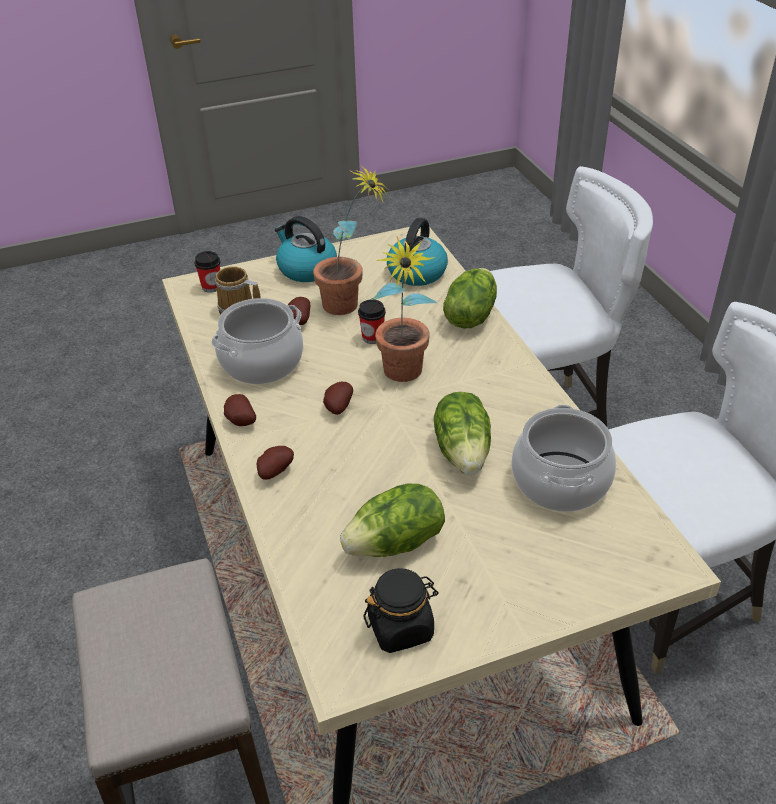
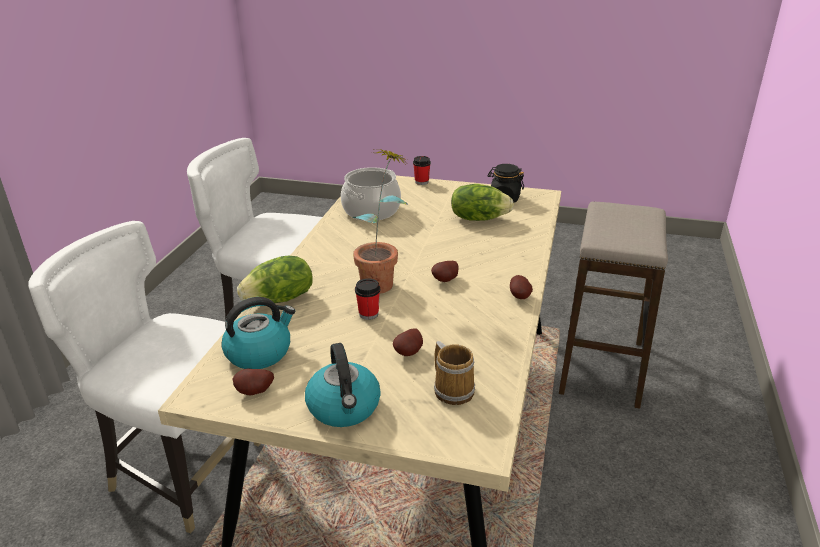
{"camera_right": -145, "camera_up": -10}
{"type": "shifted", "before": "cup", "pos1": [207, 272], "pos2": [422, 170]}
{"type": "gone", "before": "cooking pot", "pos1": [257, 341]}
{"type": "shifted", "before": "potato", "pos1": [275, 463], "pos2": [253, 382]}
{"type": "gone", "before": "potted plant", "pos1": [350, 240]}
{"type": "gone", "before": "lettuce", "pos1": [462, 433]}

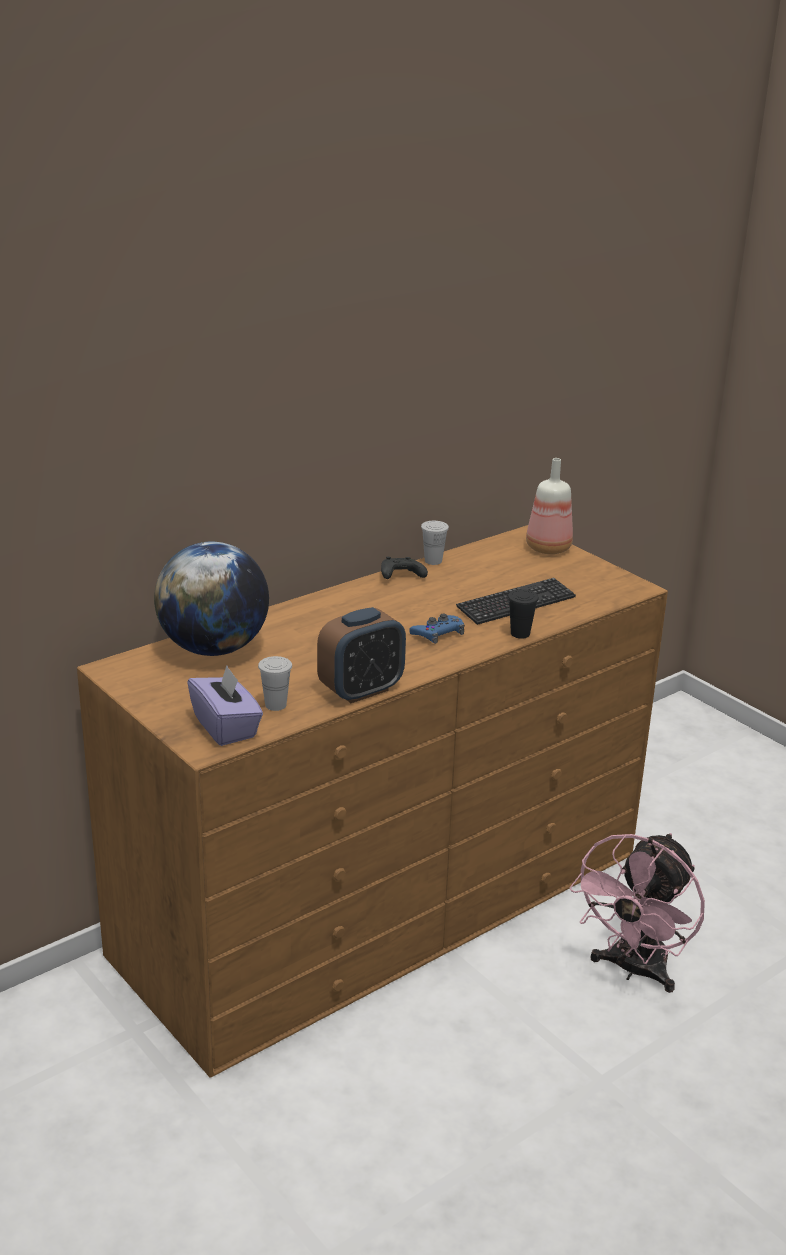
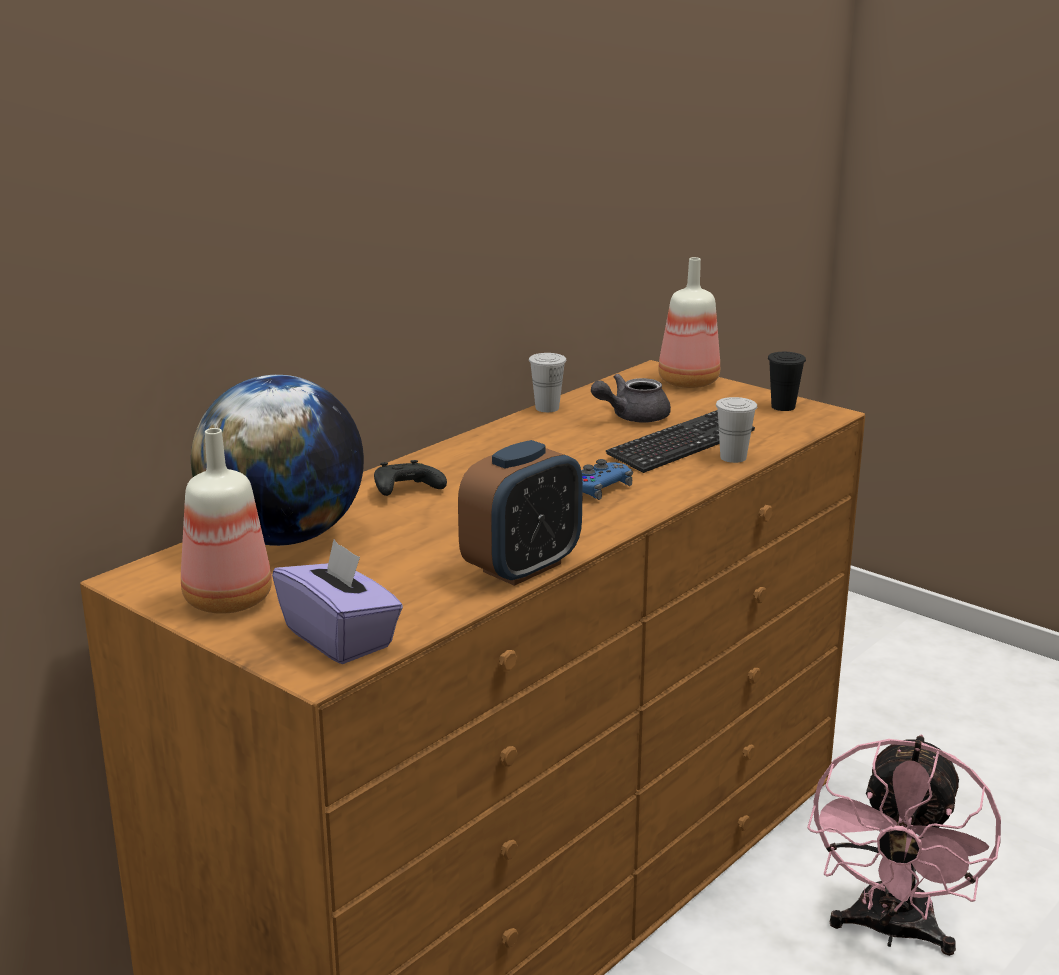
{"camera_right": -10, "camera_up": -5}
{"type": "shifted", "before": "cup/white", "pos1": [275, 683], "pos2": [736, 430]}
{"type": "shifted", "before": "game controller/black", "pos1": [404, 568], "pos2": [410, 478]}
{"type": "shifted", "before": "cup/black", "pos1": [523, 614], "pos2": [787, 381]}
{"type": "new", "after": "bottle", "pos2": [226, 521]}
{"type": "new", "after": "teapot/grey", "pos2": [631, 398]}

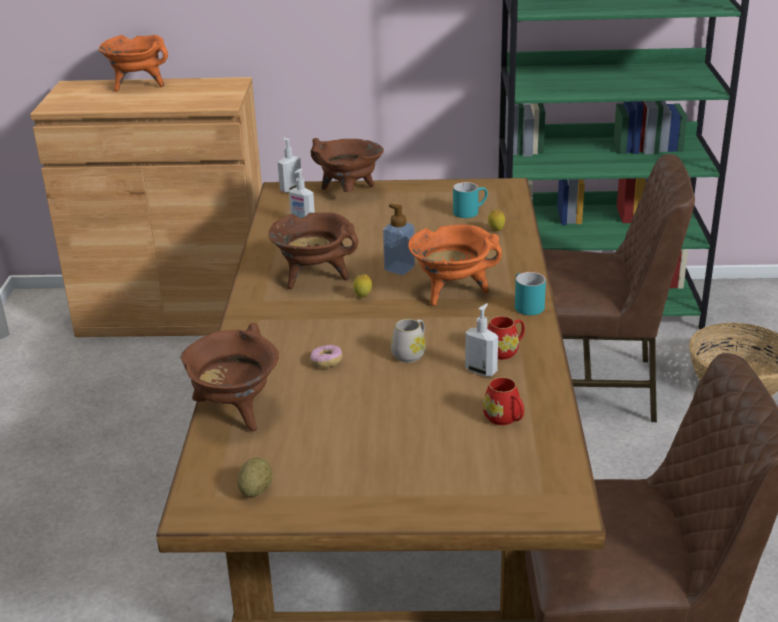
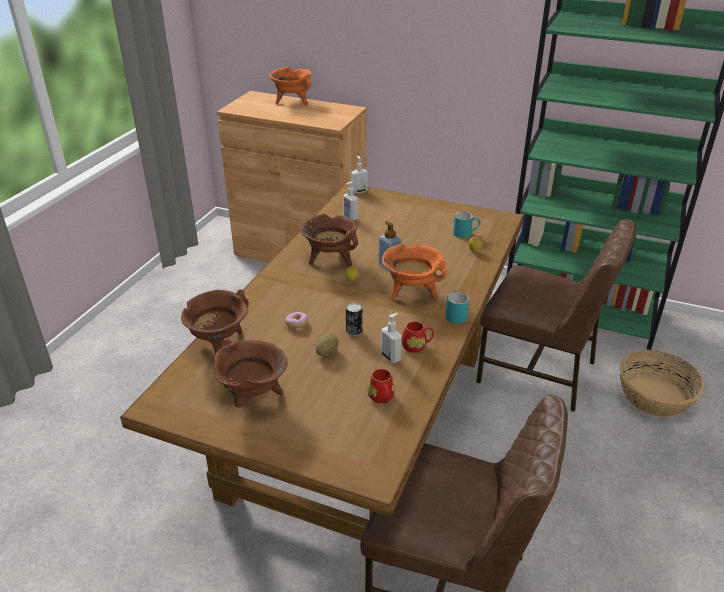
{"camera_right": 20, "camera_up": 5}
{"type": "shifted", "before": "potato", "pos1": [254, 477], "pos2": [327, 345]}
{"type": "shifted", "before": "cooking pot/brown", "pos1": [347, 165], "pos2": [250, 373]}
{"type": "swapped", "before": "mug/white", "after": "can", "pos1": [408, 341], "pos2": [354, 319]}

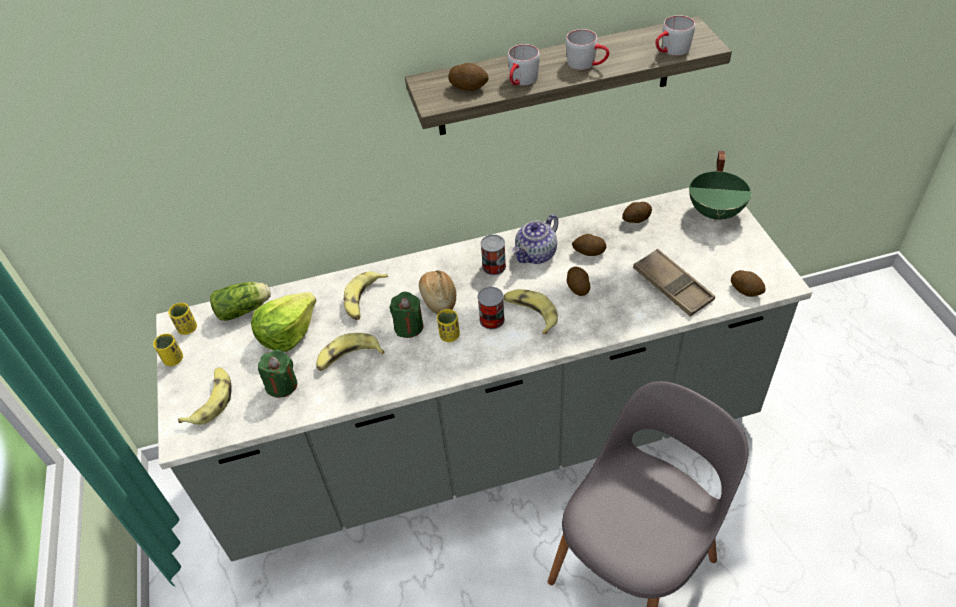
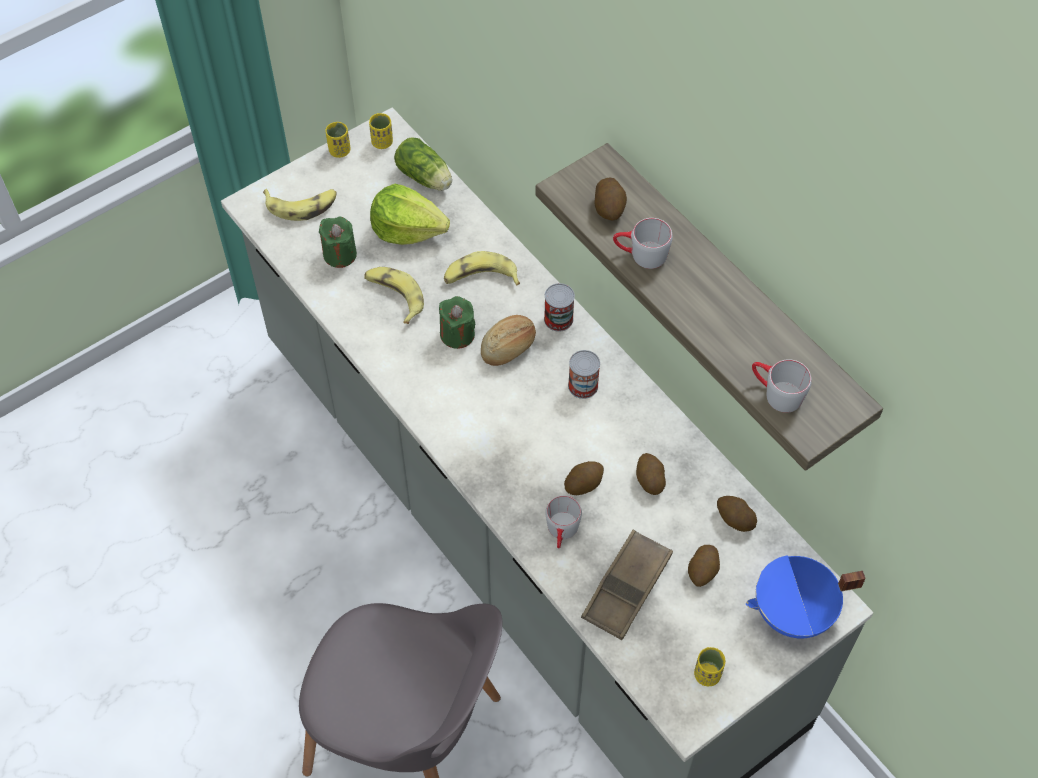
{"camera_right": 65, "camera_up": 10}
{"type": "shifted", "before": "cup/yellow", "pos1": [448, 325], "pos2": [710, 667]}
{"type": "shifted", "before": "can", "pos1": [491, 308], "pos2": [559, 307]}
{"type": "gone", "before": "banana", "pos1": [530, 311]}
{"type": "gone", "before": "teapot", "pos1": [535, 239]}
{"type": "shifted", "before": "mug/grey", "pos1": [587, 49], "pos2": [563, 521]}
{"type": "repainted", "before": "cooking pot/green", "after": "cooking pot/blue", "pos1": [720, 186], "pos2": [806, 597]}
{"type": "shifted", "before": "potato", "pos1": [748, 283], "pos2": [704, 566]}

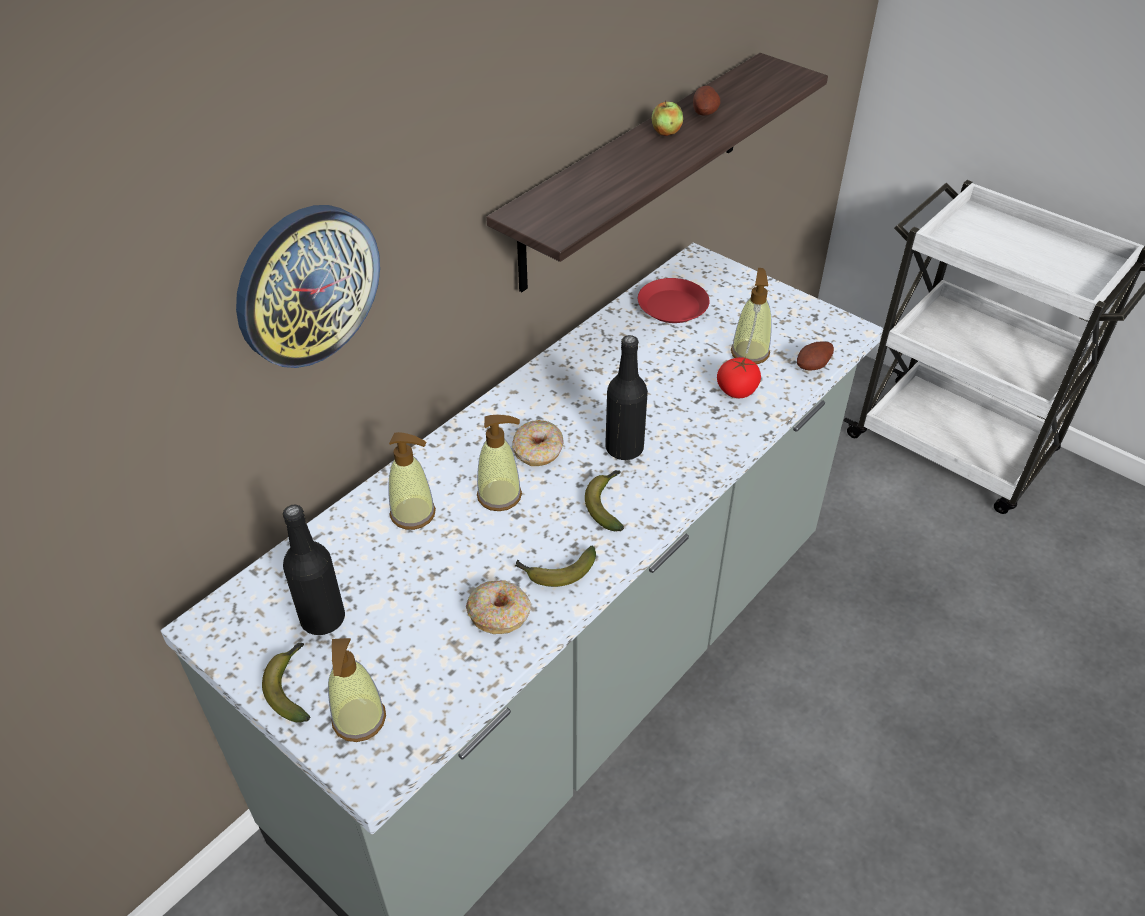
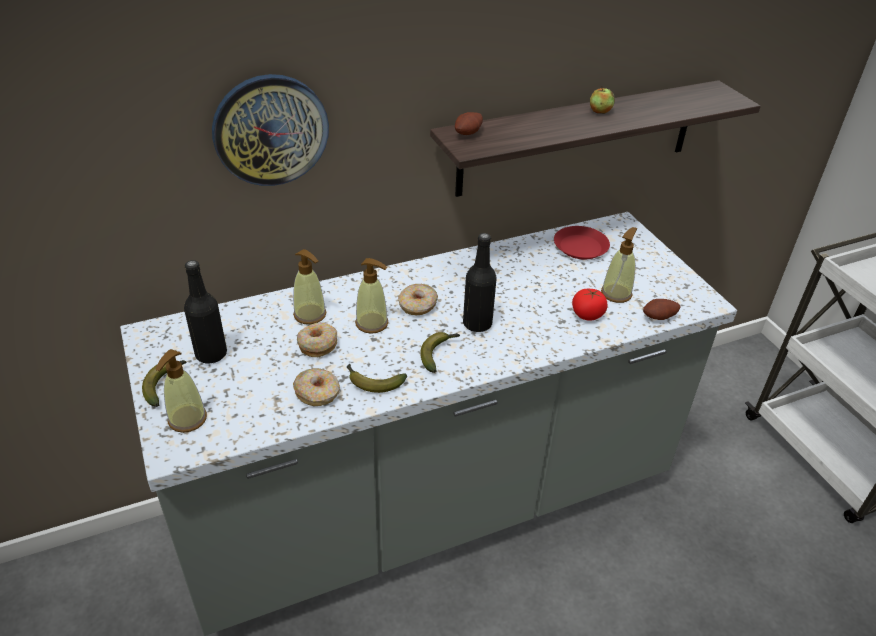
{"camera_right": 25, "camera_up": -5}
{"type": "shifted", "before": "potato", "pos1": [706, 101], "pos2": [469, 123]}
{"type": "new", "after": "donut", "pos2": [317, 340]}

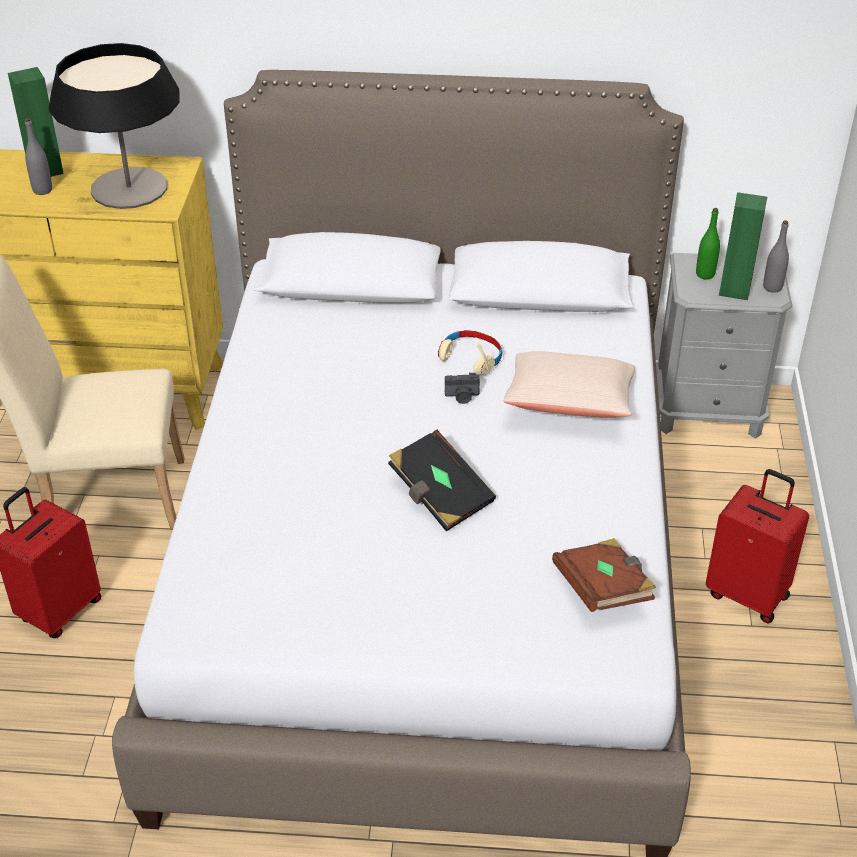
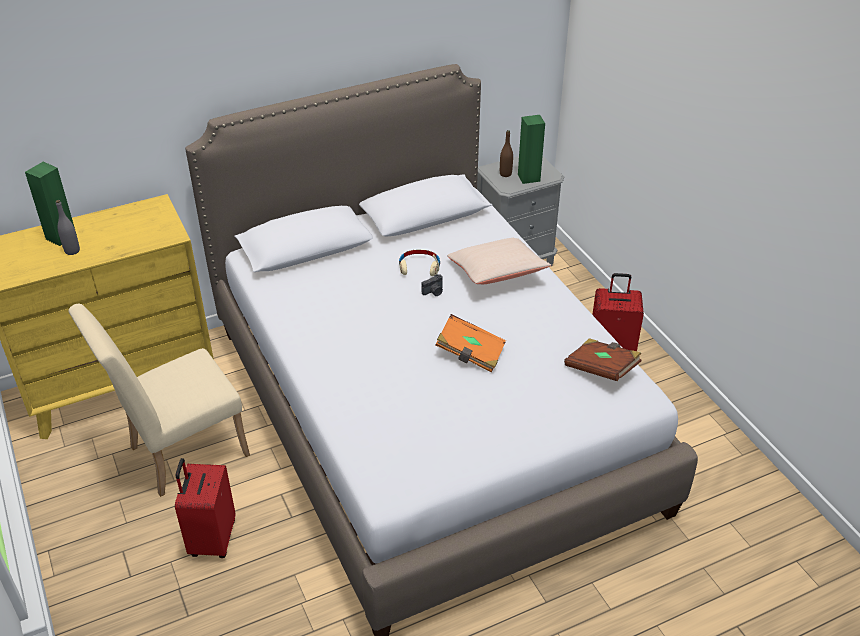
{"camera_right": -30, "camera_up": 0}
{"type": "gone", "before": "table lamp", "pos1": [114, 126]}
{"type": "repainted", "before": "book/black", "after": "book/orange", "pos1": [442, 480], "pos2": [471, 343]}
{"type": "repainted", "before": "bottle/green", "after": "bottle/brown", "pos1": [708, 243], "pos2": [506, 153]}
{"type": "gone", "before": "bottle/grey", "pos1": [776, 256]}

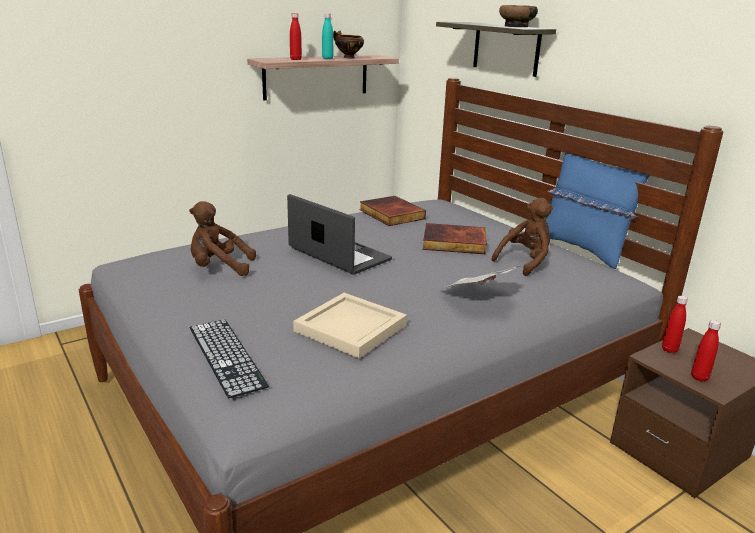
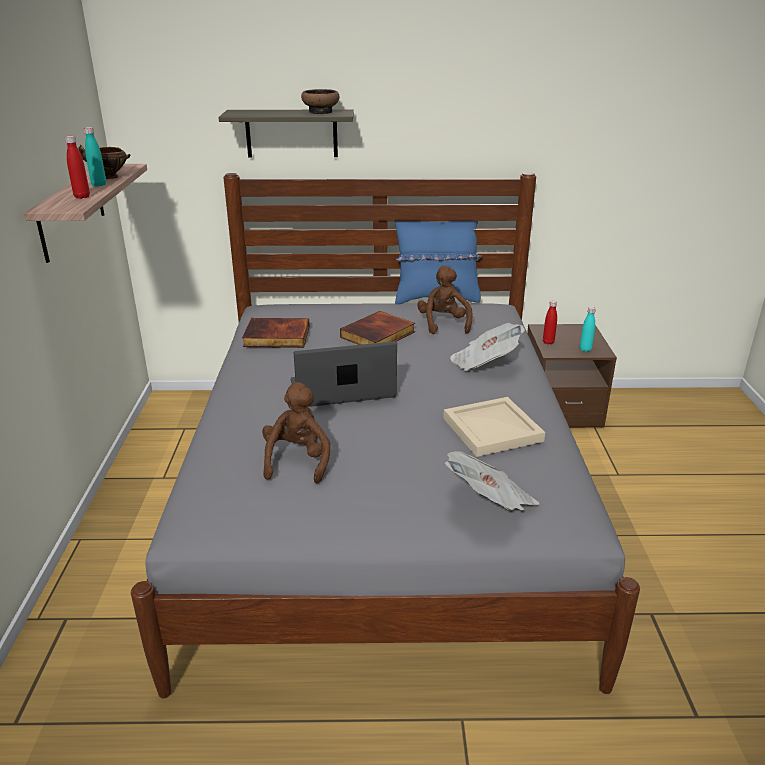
{"camera_right": -55, "camera_up": 5}
{"type": "rotated", "before": "plush toy/brown", "pos1": [222, 238], "pos2": [296, 433], "turn": 150}
{"type": "swapped", "before": "keyboard", "after": "newspaper", "pos1": [229, 359], "pos2": [491, 481]}
{"type": "repainted", "before": "bottle/red", "after": "bottle/turquoise", "pos1": [706, 351], "pos2": [587, 329]}

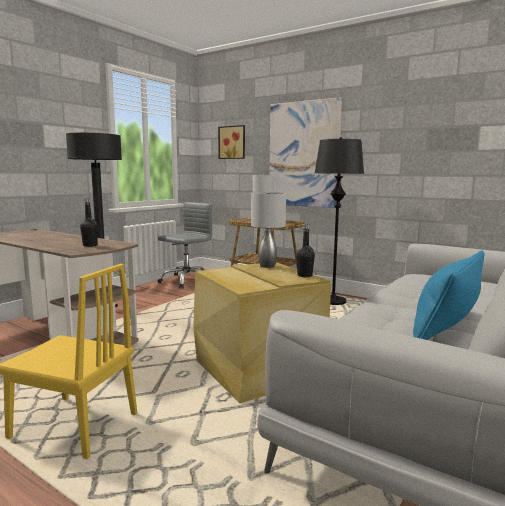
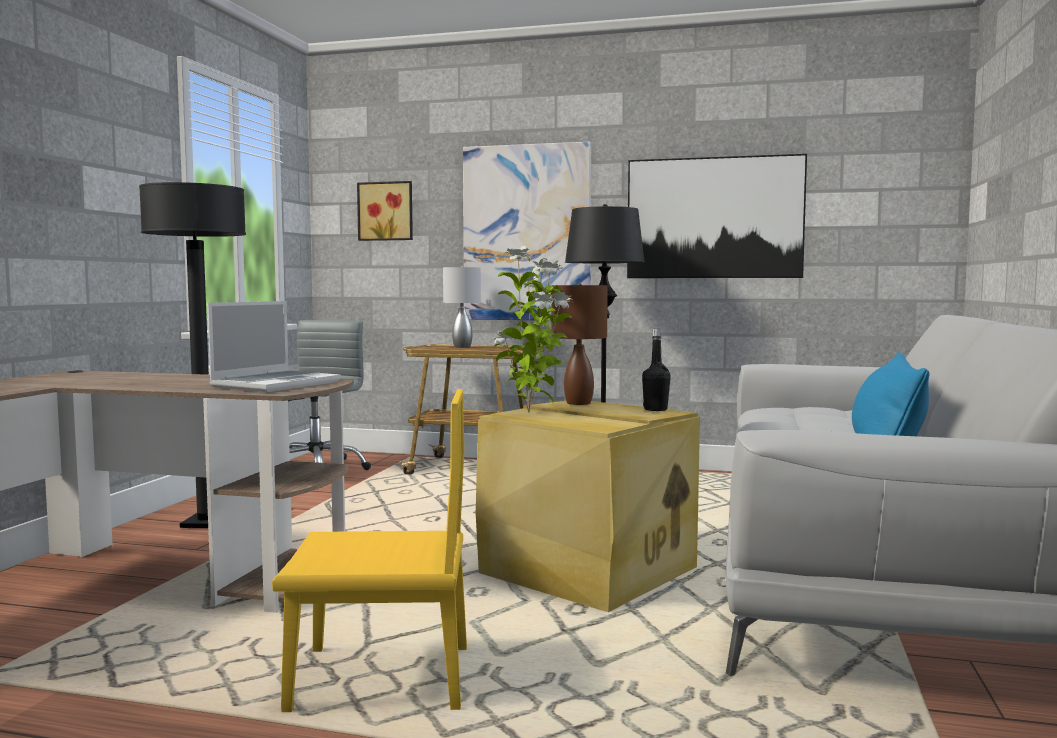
{"camera_right": -20, "camera_up": -5}
{"type": "swapped", "before": "bottle/black", "after": "laptop", "pos1": [89, 222], "pos2": [274, 346]}
{"type": "repainted", "before": "table lamp/grey", "after": "table lamp/brown", "pos1": [268, 230], "pos2": [579, 344]}
{"type": "new", "after": "potted plant", "pos2": [534, 329]}
{"type": "new", "after": "picture", "pos2": [717, 216]}

